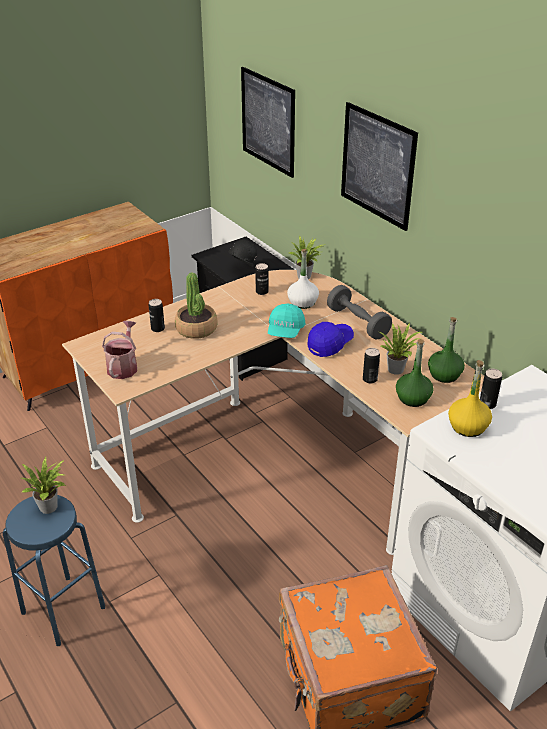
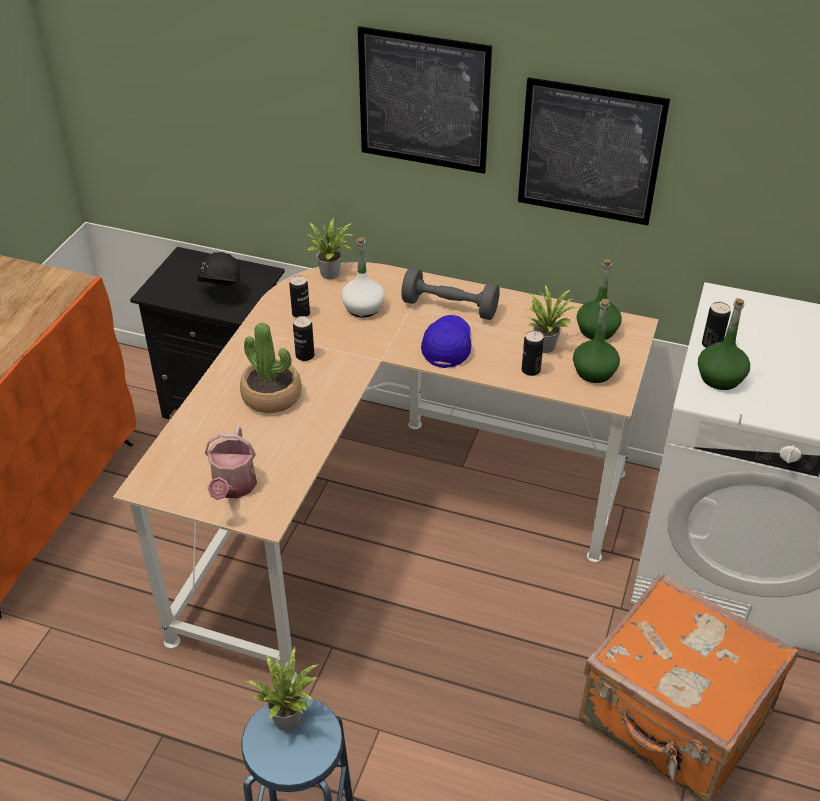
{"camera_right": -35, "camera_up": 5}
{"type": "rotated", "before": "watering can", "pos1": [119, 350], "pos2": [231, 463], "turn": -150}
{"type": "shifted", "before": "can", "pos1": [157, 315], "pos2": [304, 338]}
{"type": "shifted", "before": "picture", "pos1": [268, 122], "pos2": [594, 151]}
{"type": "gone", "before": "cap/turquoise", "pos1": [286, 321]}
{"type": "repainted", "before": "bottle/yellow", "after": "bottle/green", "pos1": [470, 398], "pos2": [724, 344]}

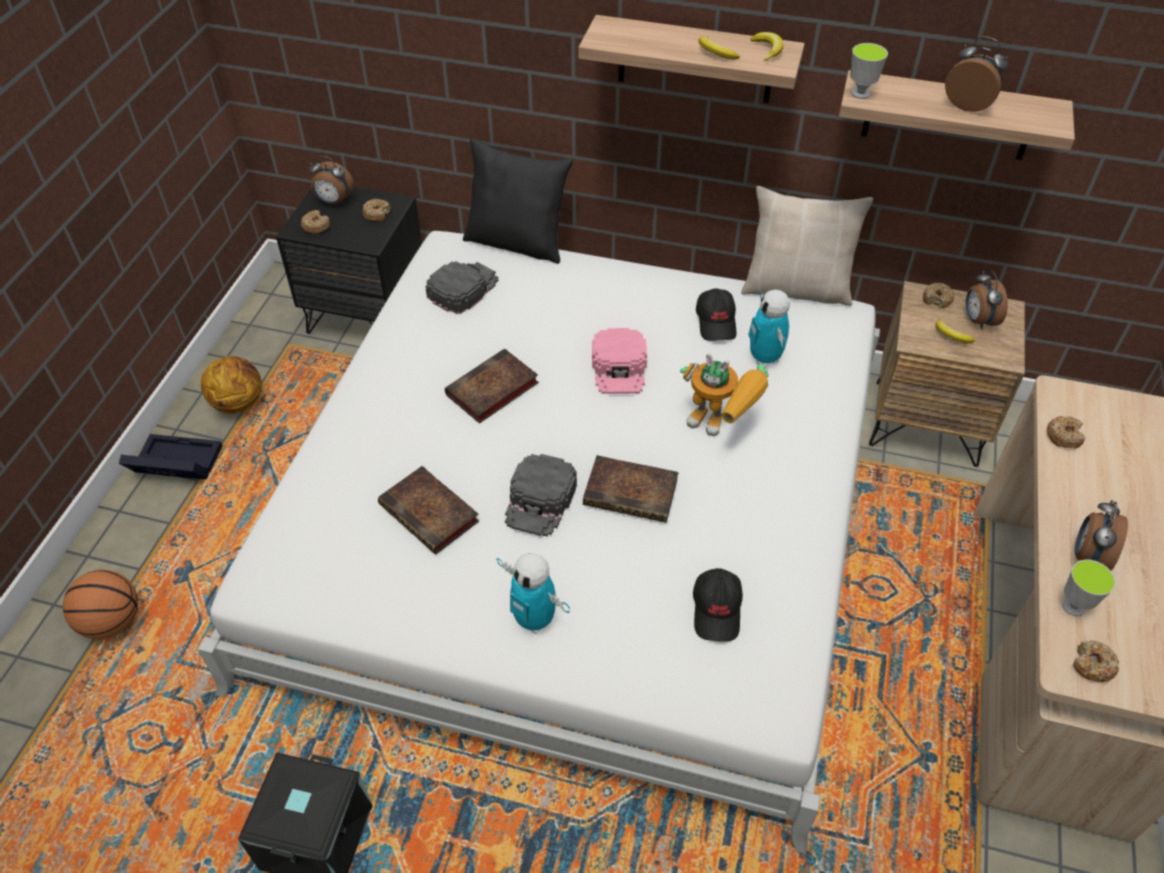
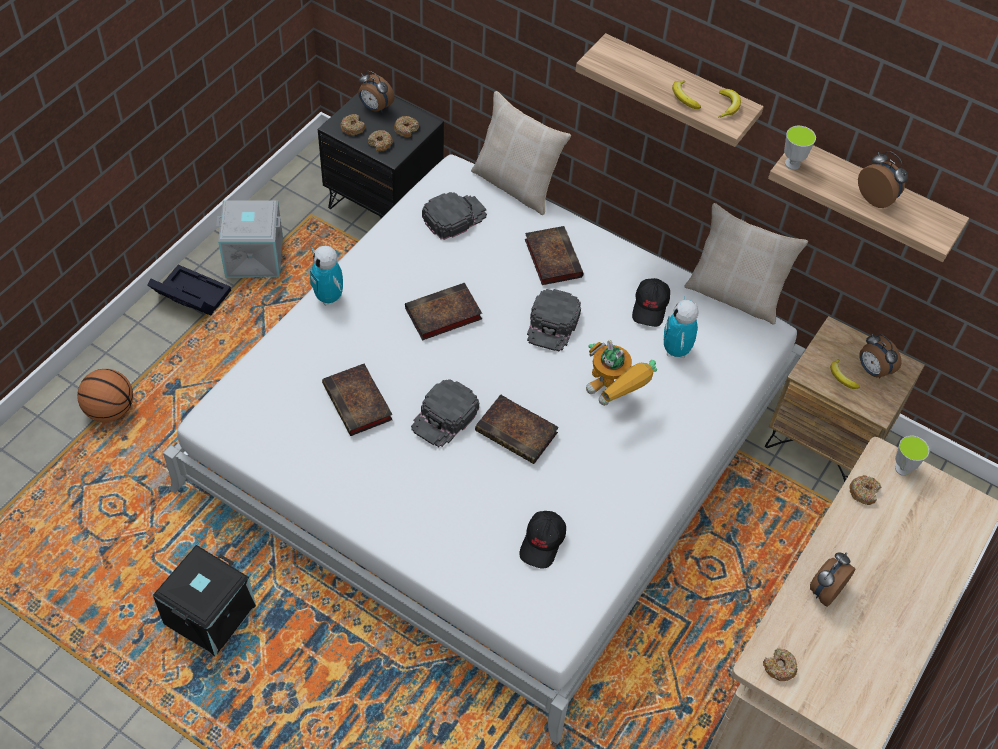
{"camera_right": 15, "camera_up": 5}
{"type": "swapped", "before": "basketball", "after": "storage box/grey", "pos1": [231, 385], "pos2": [249, 239]}
{"type": "repainted", "before": "pillow/black", "after": "pillow/beige", "pos1": [518, 200], "pos2": [521, 153]}
{"type": "shifted", "before": "toy robot", "pos1": [533, 593], "pos2": [326, 276]}
{"type": "repainted", "before": "cap/pink", "after": "cap/black", "pos1": [619, 361], "pos2": [554, 320]}
{"type": "shifted", "before": "donut", "pos1": [939, 296], "pos2": [380, 141]}
{"type": "rotated", "before": "alarm clock", "pos1": [987, 299], "pos2": [880, 356], "turn": -45}
{"type": "shifted", "before": "cup", "pos1": [1089, 587], "pos2": [912, 455]}
{"type": "new", "after": "book", "pos2": [554, 255]}

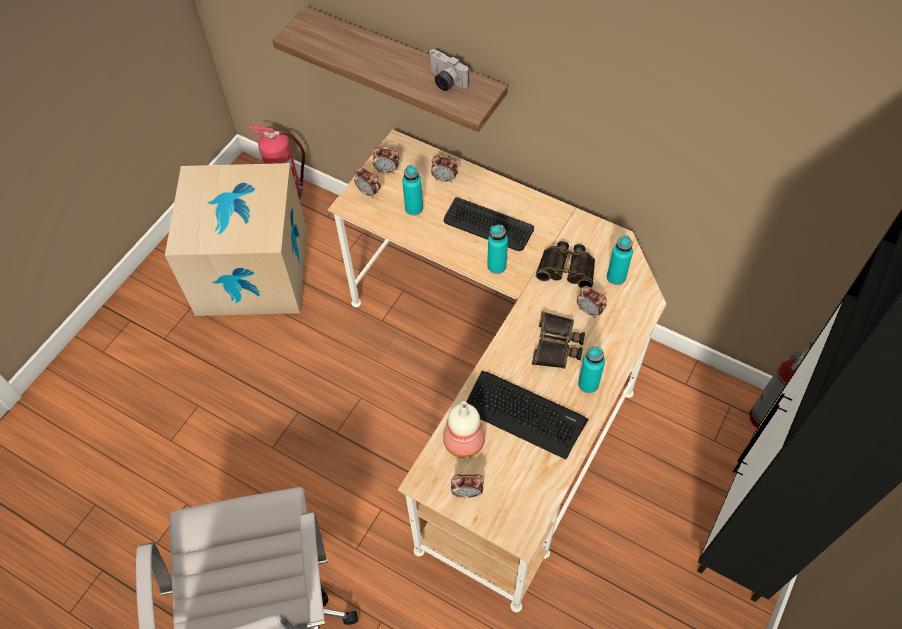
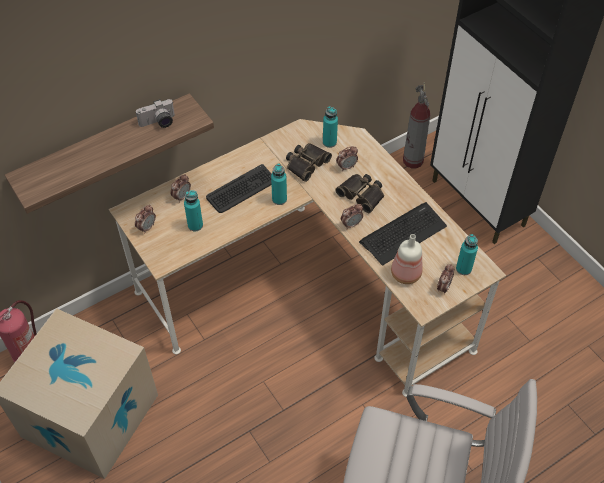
{"camera_right": -65, "camera_up": -5}
{"type": "shifted", "before": "alarm clock", "pos1": [367, 182], "pos2": [352, 216]}
{"type": "shifted", "before": "bottle/turquoise", "pos1": [591, 369], "pos2": [467, 254]}

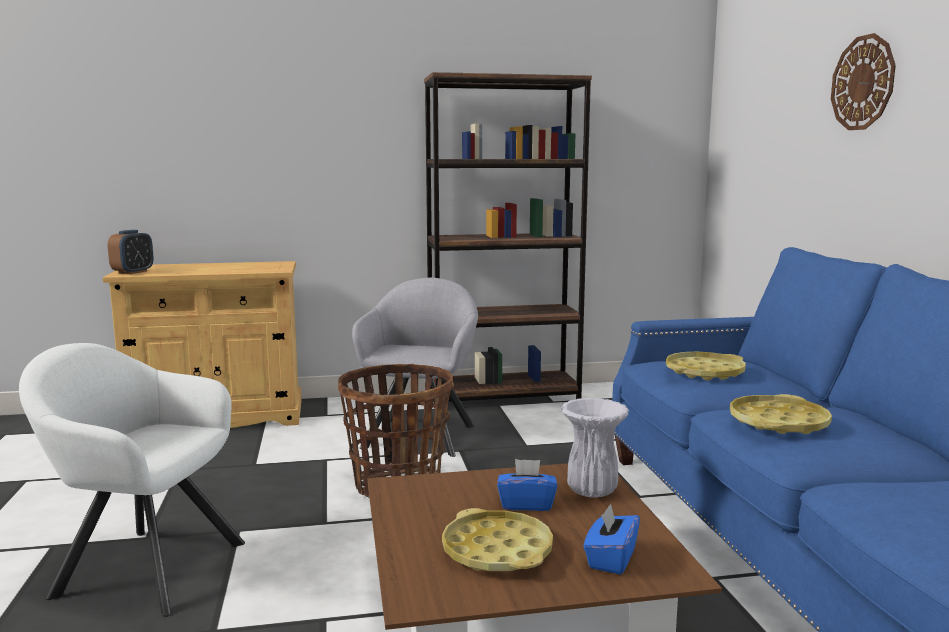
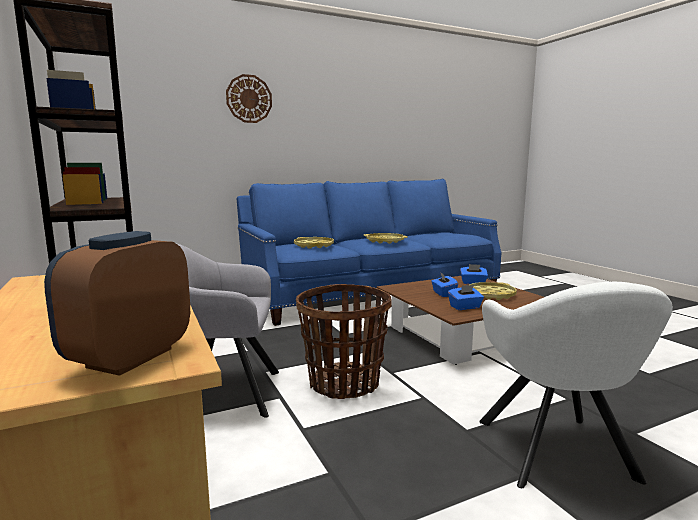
{"camera_right": -105, "camera_up": 0}
{"type": "rotated", "before": "alarm clock", "pos1": [131, 252], "pos2": [117, 303], "turn": -75}
{"type": "gone", "before": "vase/white", "pos1": [595, 447]}
{"type": "new", "after": "tissue box/blue", "pos2": [466, 297]}

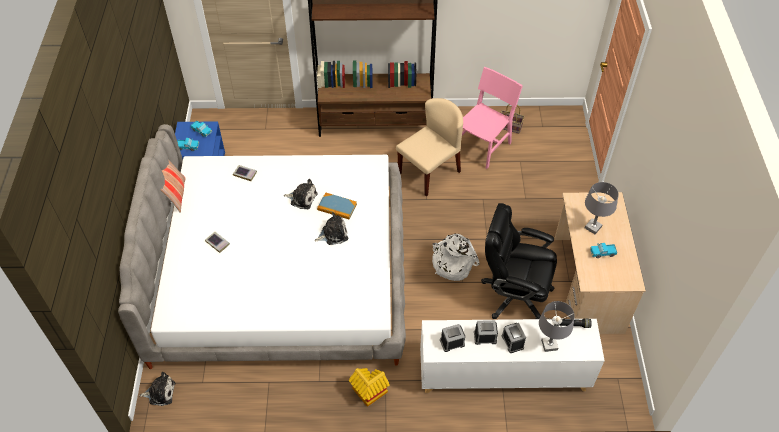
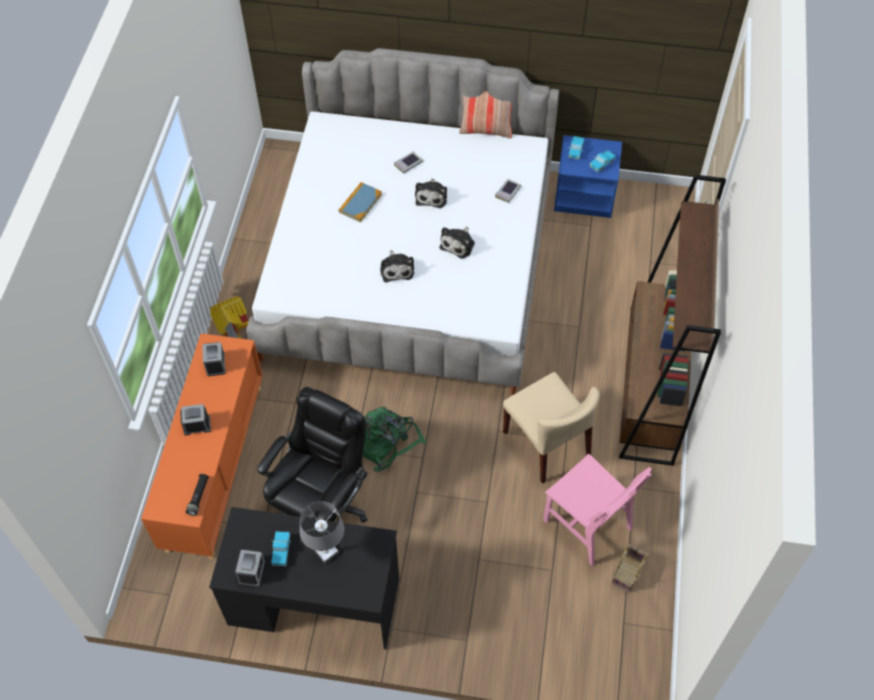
{"camera_right": 100, "camera_up": 5}
{"type": "shifted", "before": "plush toy", "pos1": [157, 389], "pos2": [431, 193]}
{"type": "shifted", "before": "book", "pos1": [337, 205], "pos2": [360, 202]}
{"type": "repainted", "before": "cabinet/white", "after": "cabinet/orange", "pos1": [512, 356], "pos2": [202, 446]}
{"type": "repainted", "before": "backpack/white", "after": "backpack/green", "pos1": [456, 257], "pos2": [394, 439]}
{"type": "shifted", "before": "alarm clock", "pos1": [486, 332], "pos2": [250, 568]}
{"type": "gone", "before": "table lamp/grey", "pos1": [557, 326]}
{"type": "repainted", "before": "desk/beige", "after": "desk/black", "pos1": [600, 263], "pos2": [304, 578]}

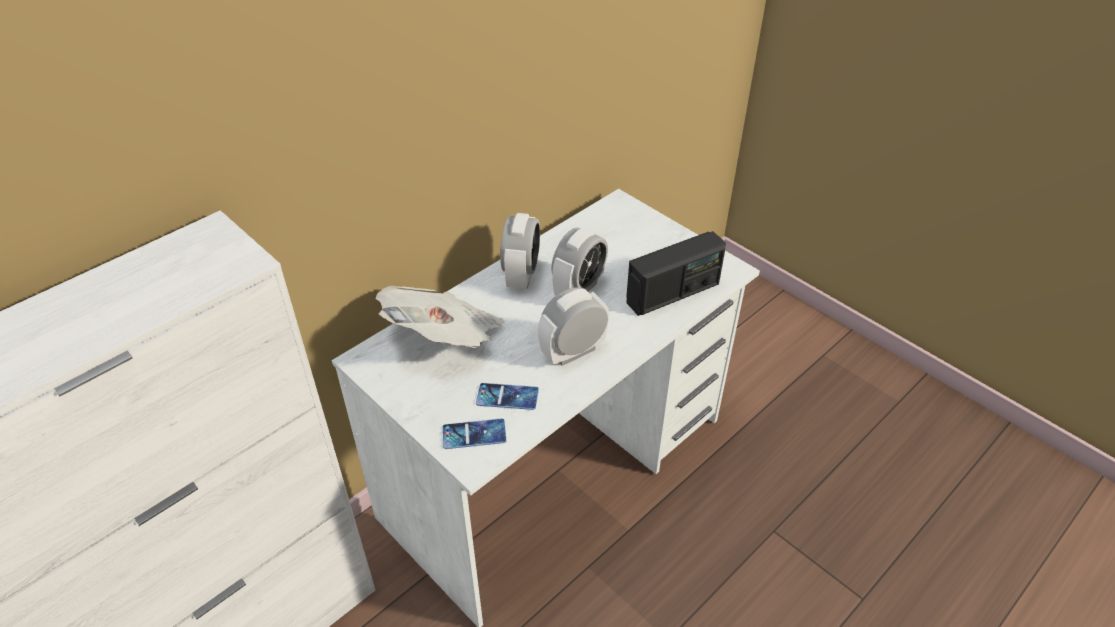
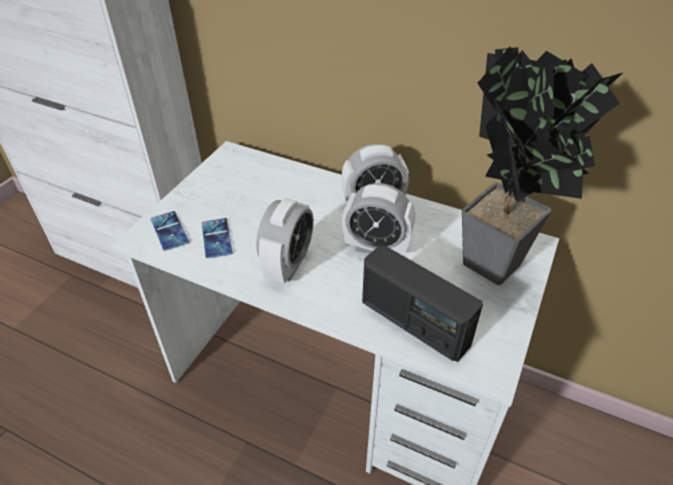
{"camera_right": 70, "camera_up": 0}
{"type": "gone", "before": "newspaper", "pos1": [440, 317]}
{"type": "rotated", "before": "alarm clock", "pos1": [573, 326], "pos2": [285, 241], "turn": 75}
{"type": "new", "after": "potted plant", "pos2": [543, 166]}

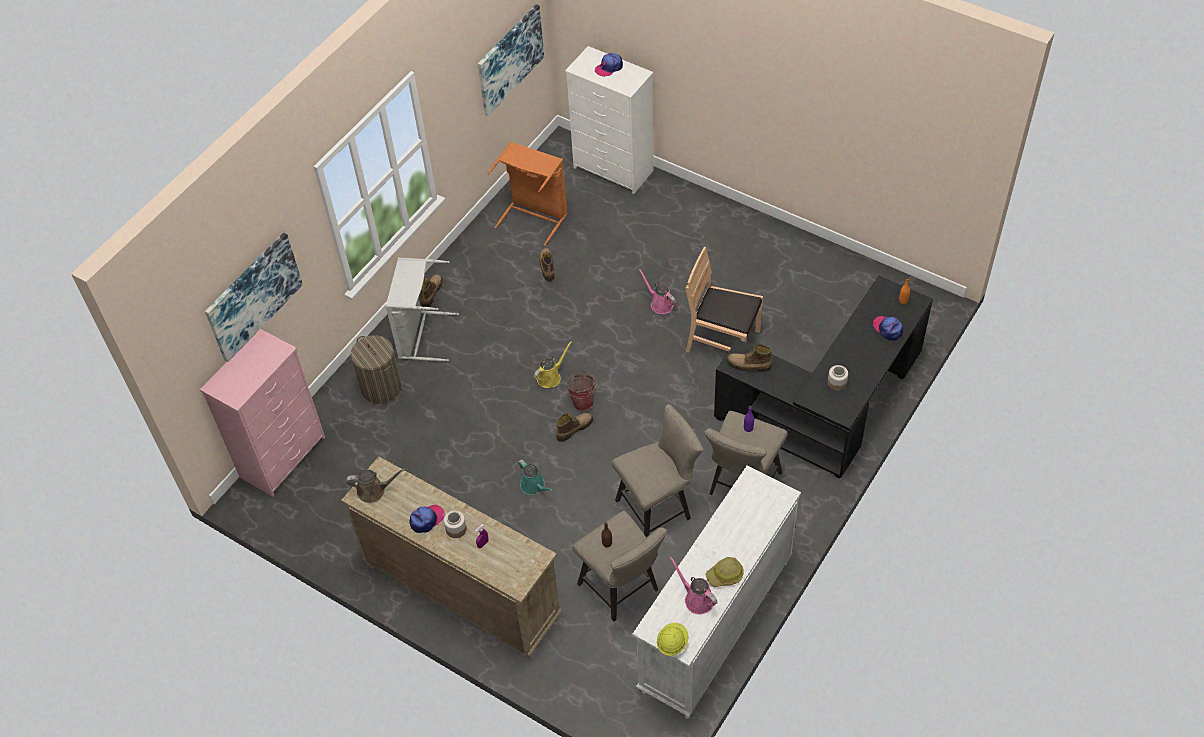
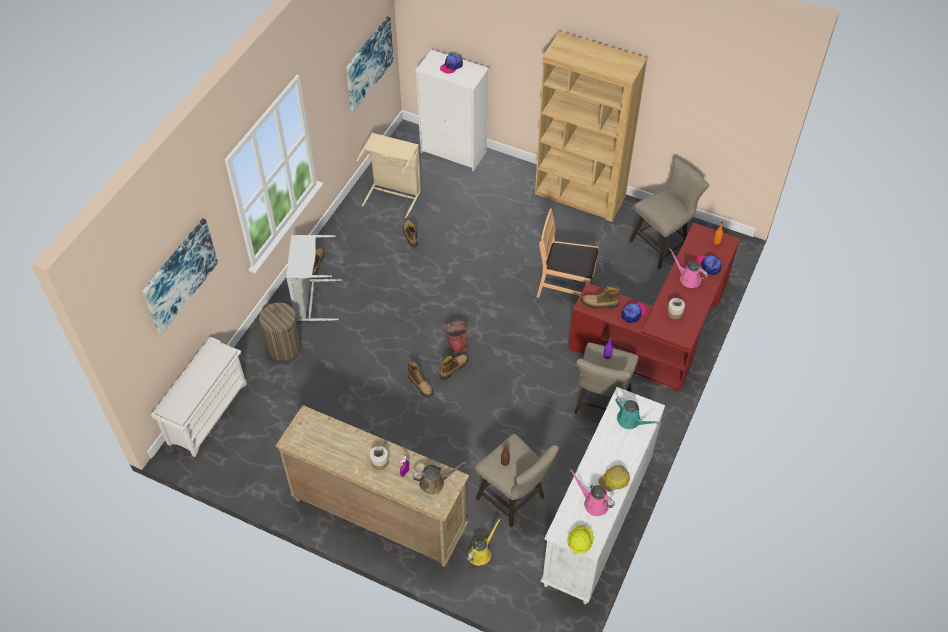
{"camera_right": -10, "camera_up": 0}
{"type": "swapped", "before": "dresser/pink", "after": "shoe rack/white", "pos1": [262, 412], "pos2": [199, 397]}
{"type": "shifted", "before": "watering can/brown", "pos1": [375, 486], "pos2": [439, 478]}
{"type": "shifted", "before": "cap", "pos1": [427, 519], "pos2": [633, 312]}
{"type": "repainted", "before": "laundry basket/orange", "after": "laundry basket/beige", "pos1": [527, 193], "pos2": [388, 175]}
{"type": "shifted", "before": "watering can/turquoise", "pos1": [535, 477], "pos2": [637, 412]}
{"type": "shifted", "before": "watering can/yellow", "pos1": [552, 364], "pos2": [484, 542]}
{"type": "shifted", "before": "stool/beige", "pos1": [657, 470], "pos2": [669, 213]}
{"type": "shifted", "before": "watering can/pink", "pos1": [657, 291], "pos2": [688, 268]}
{"type": "repainted", "before": "desk/black", "after": "desk/red", "pos1": [823, 377], "pos2": [654, 307]}
{"type": "new", "after": "boot", "pos2": [420, 379]}
{"type": "new", "after": "bookcase/brown", "pos2": [591, 126]}

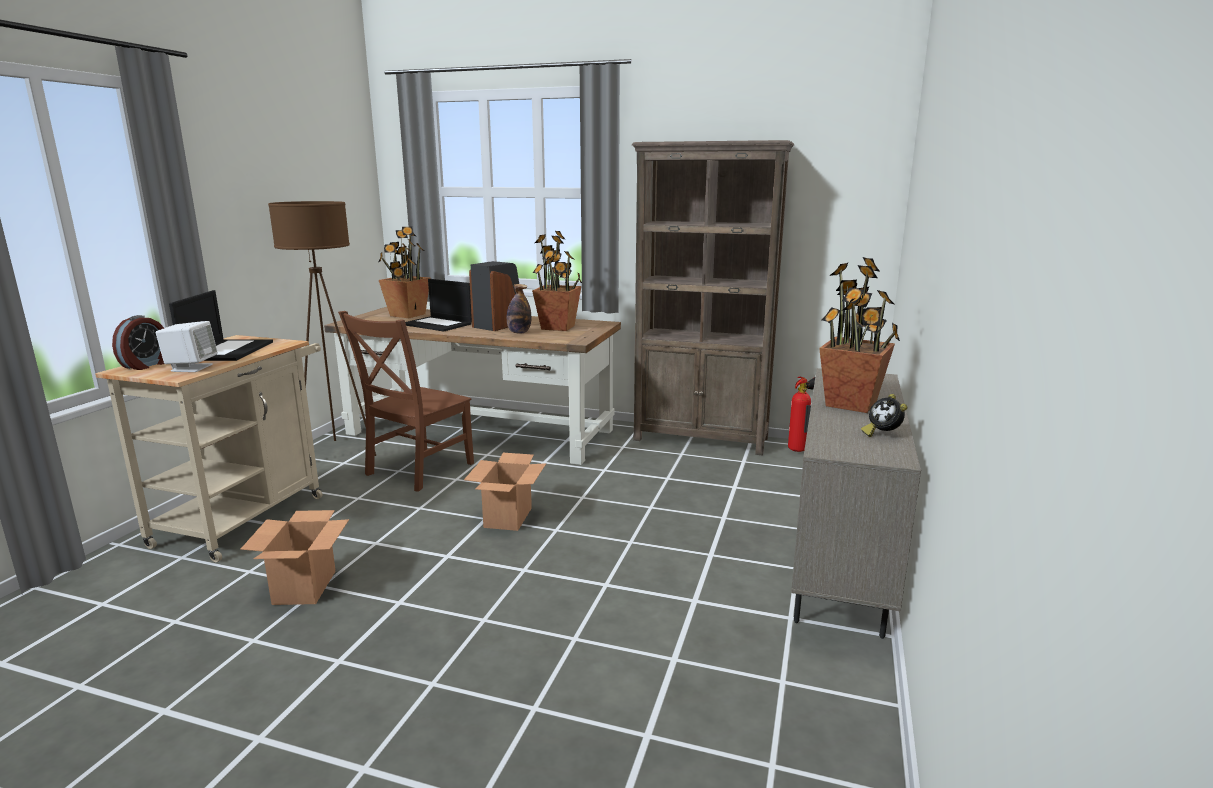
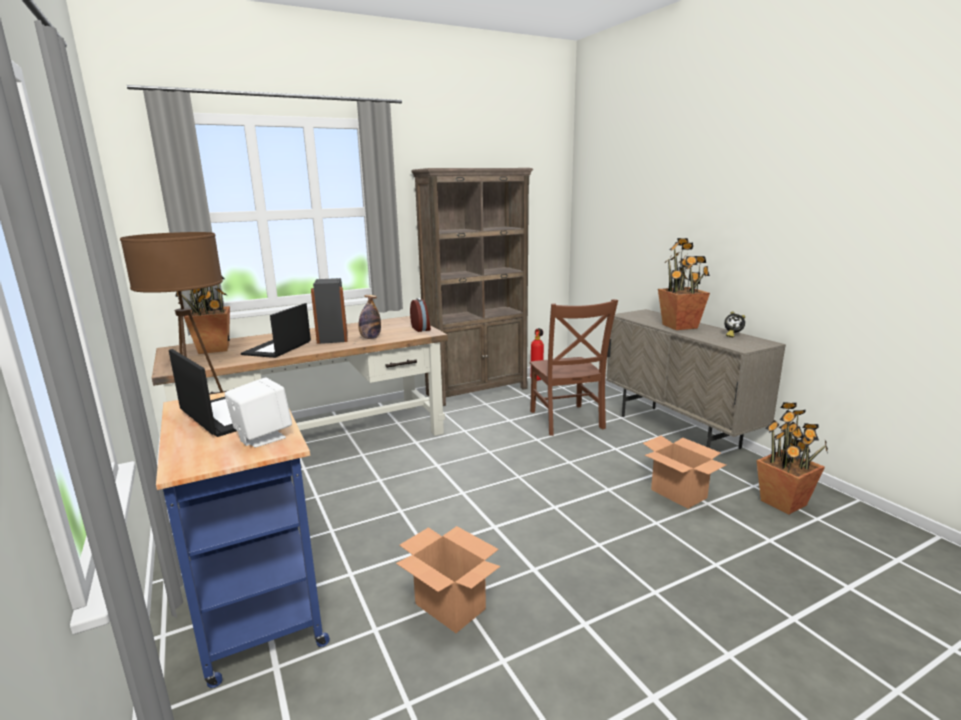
{"camera_right": -45, "camera_up": 0}
{"type": "repainted", "before": "cart/beige", "after": "cart/blue", "pos1": [208, 448], "pos2": [243, 540]}
{"type": "shifted", "before": "alarm clock", "pos1": [138, 342], "pos2": [420, 315]}
{"type": "shifted", "before": "chair/brown", "pos1": [406, 401], "pos2": [574, 367]}
{"type": "rotated", "before": "laptop", "pos1": [438, 305], "pos2": [276, 330], "turn": 120}
{"type": "shifted", "before": "cardboard box", "pos1": [505, 492], "pos2": [684, 472]}
{"type": "shifted", "before": "potted plant", "pos1": [557, 281], "pos2": [792, 458]}

